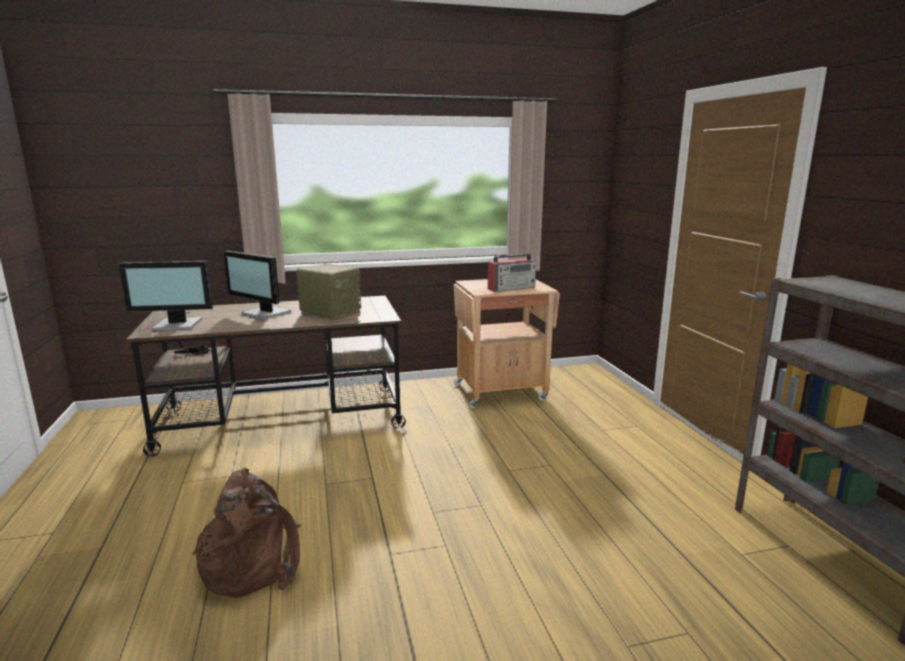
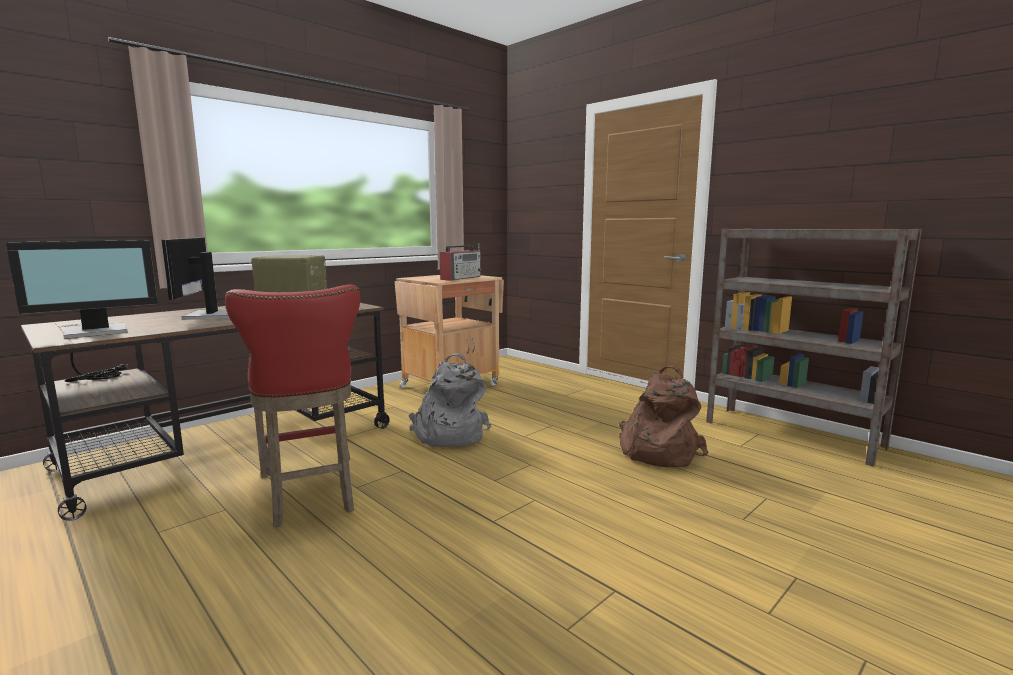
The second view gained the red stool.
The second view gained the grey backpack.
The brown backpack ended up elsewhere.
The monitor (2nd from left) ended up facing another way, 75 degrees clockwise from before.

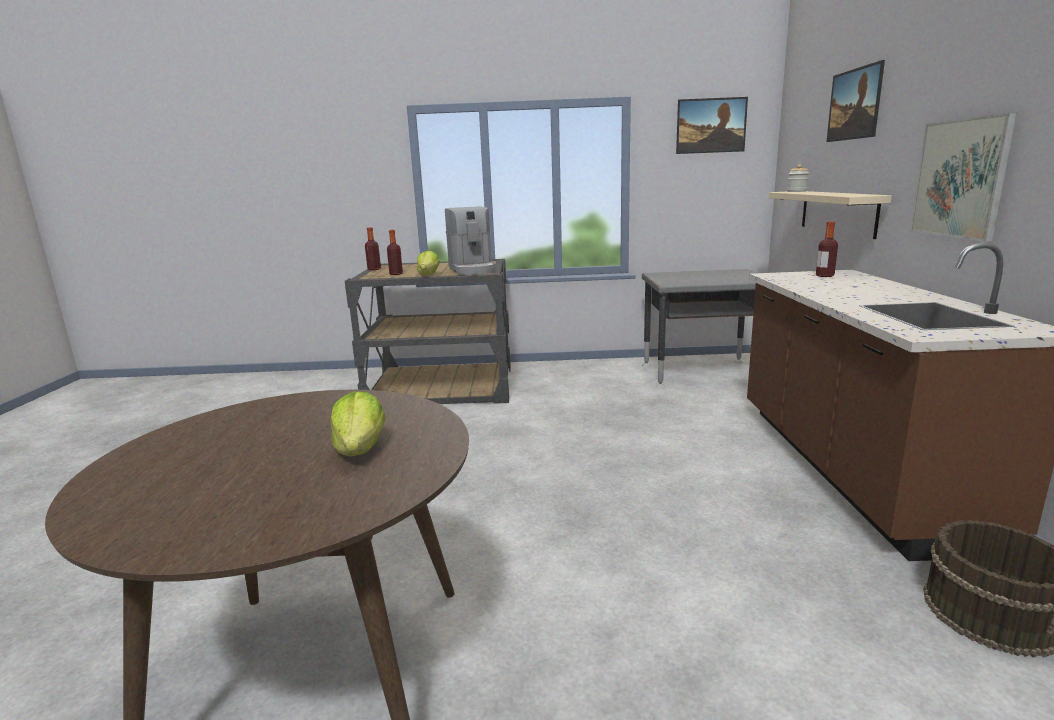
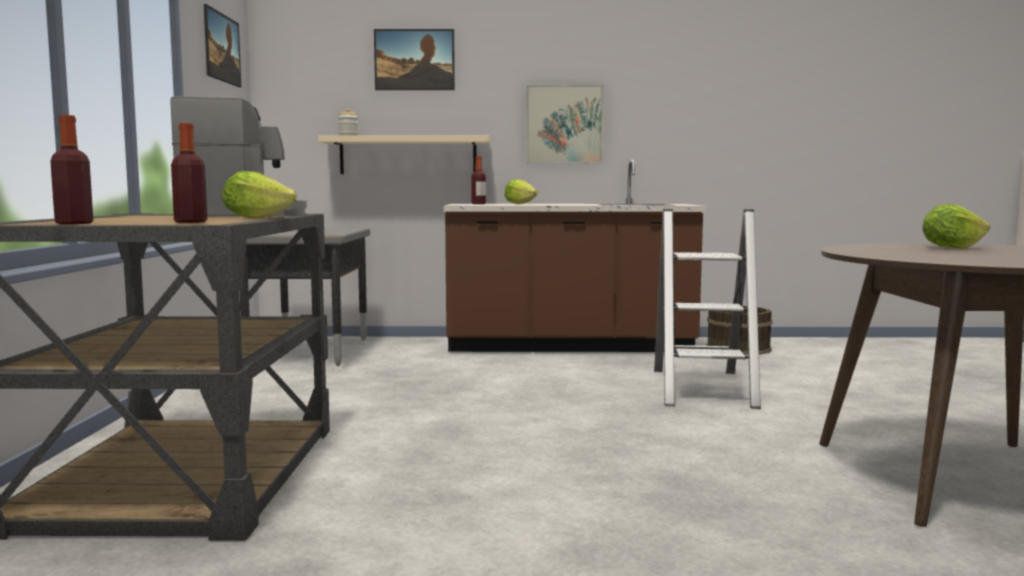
The second view gained the lettuce (2nd from left).
The second view gained the grey step ladder.

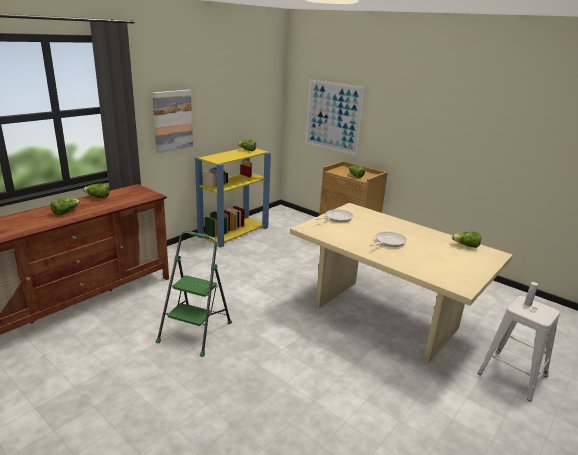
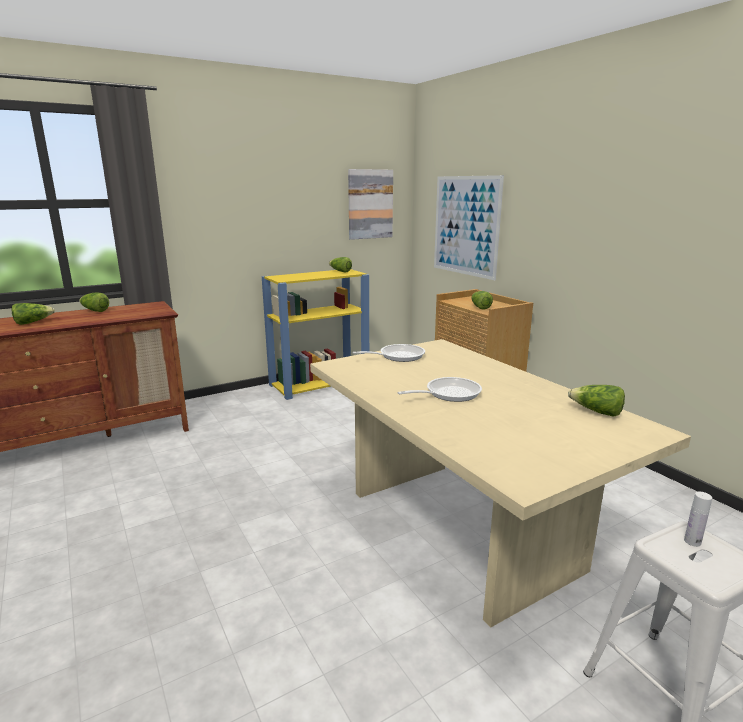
The second view lost the green step ladder.
The picture (1st from left) ended up elsewhere.

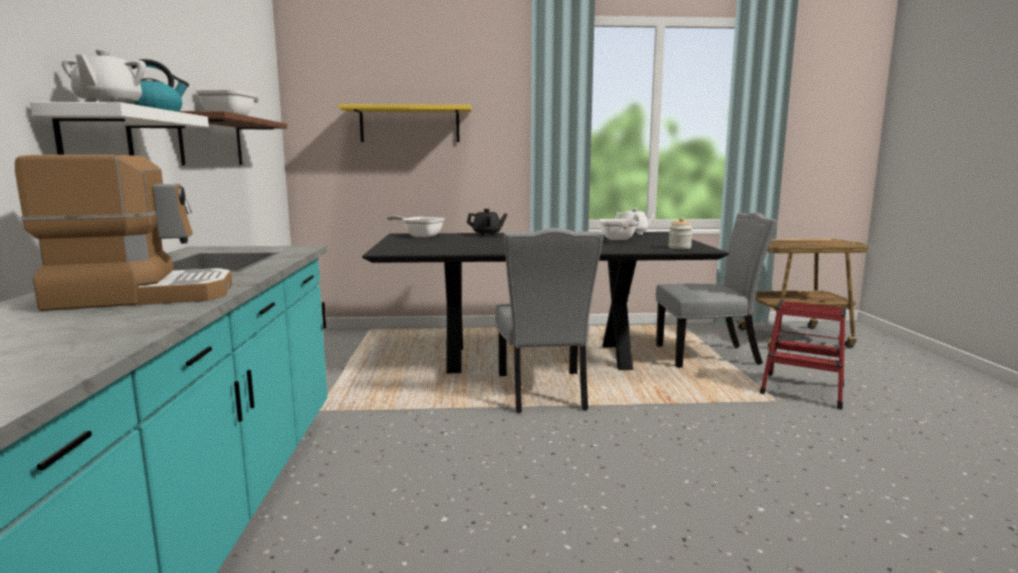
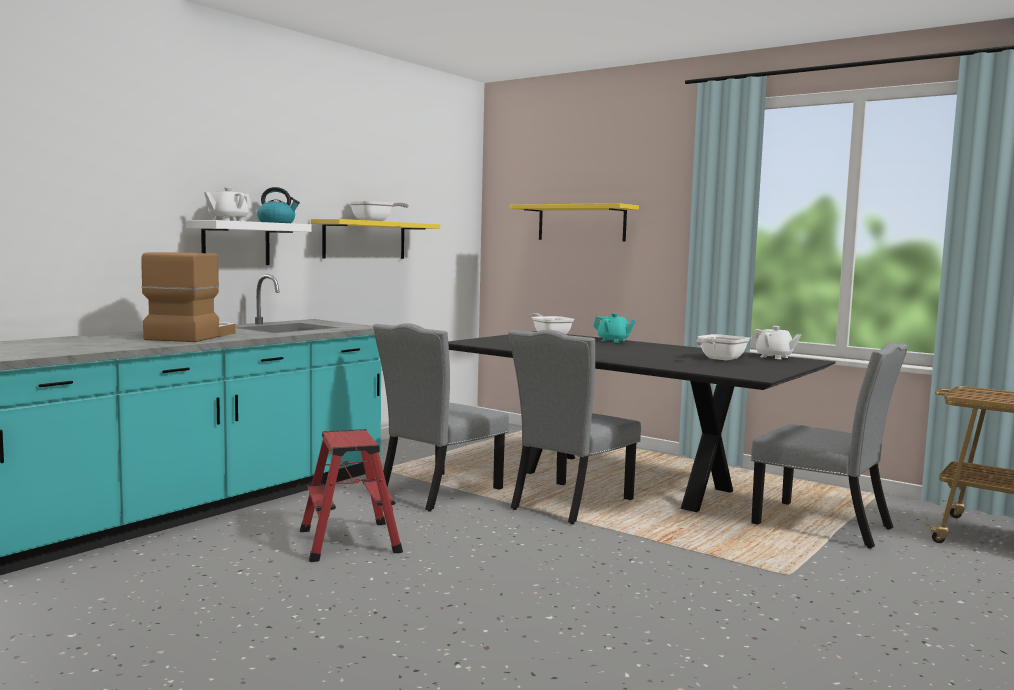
The second view lost the jar.
The second view gained the grey chair (1st from left).
The red step ladder ended up elsewhere.
What was the brown shelf turned into the yellow shelf (1st from left).
What was the black teapot turned into the turquoise teapot.
The coffee machine ended up facing another way, 105 degrees counterclockwise from before.

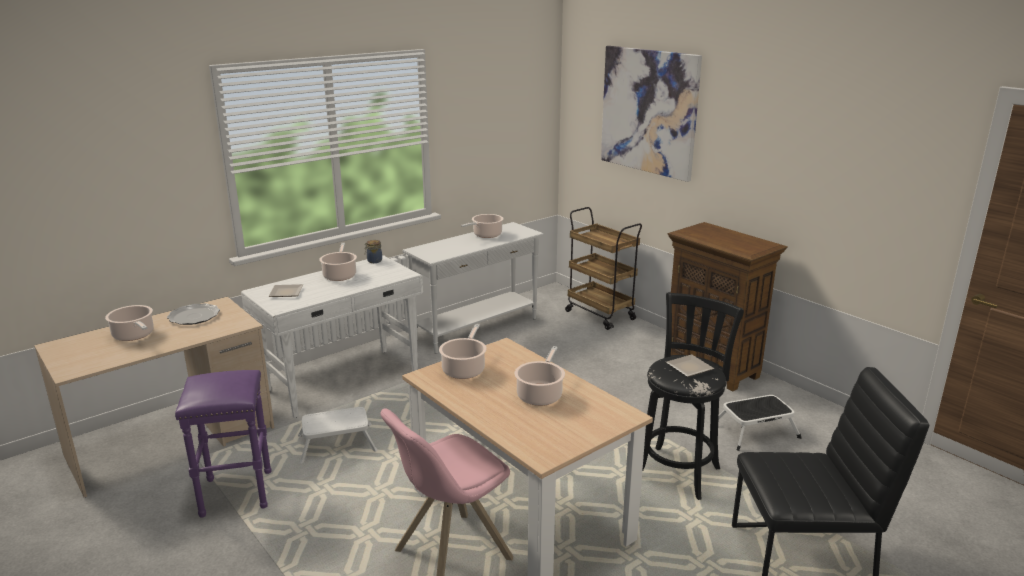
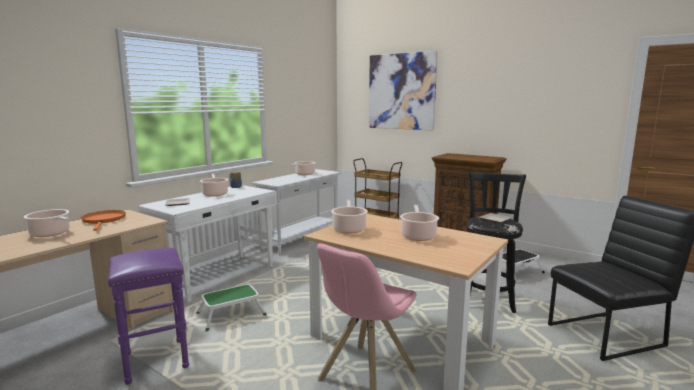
Where the plate (1st from left) stood, the orange frying pan came to stand.
What was the white step ladder turned into the green step ladder.

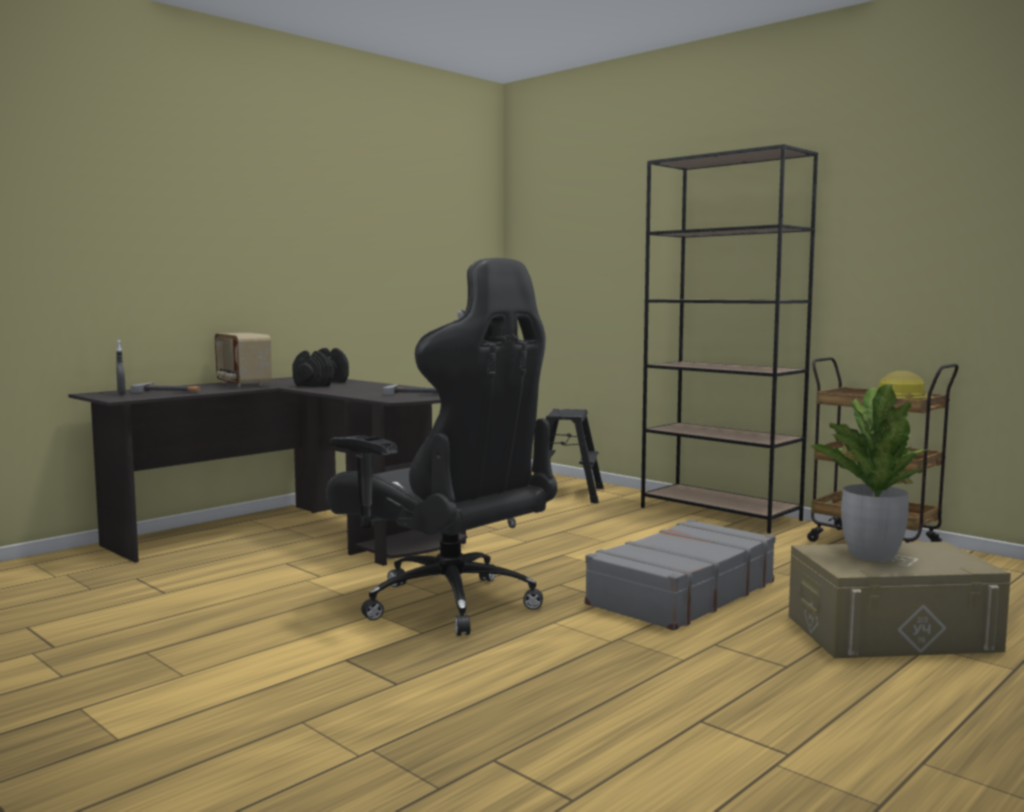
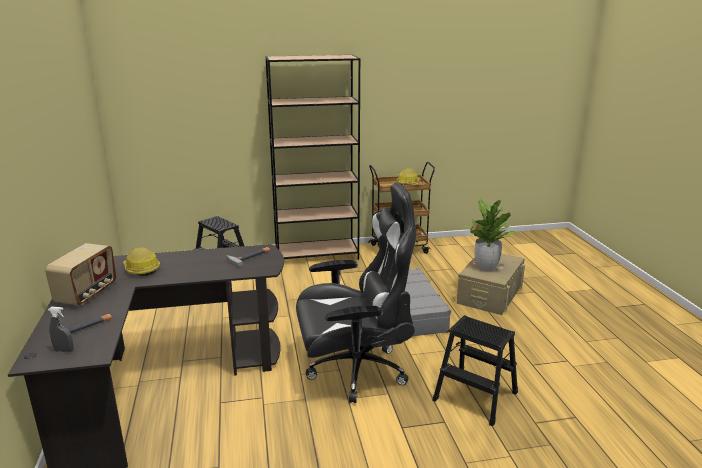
The second view gained the black step ladder (2nd from left).
Where the black dumbbell stood, the hard hat (1st from left) came to stand.
The radio ended up facing another way, 75 degrees counterclockwise from before.

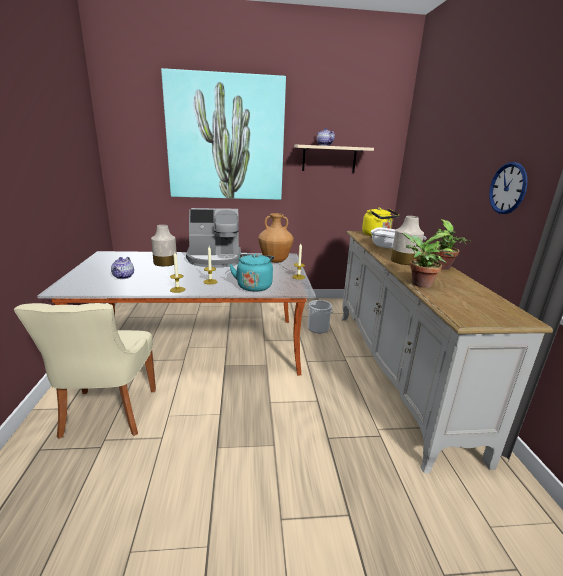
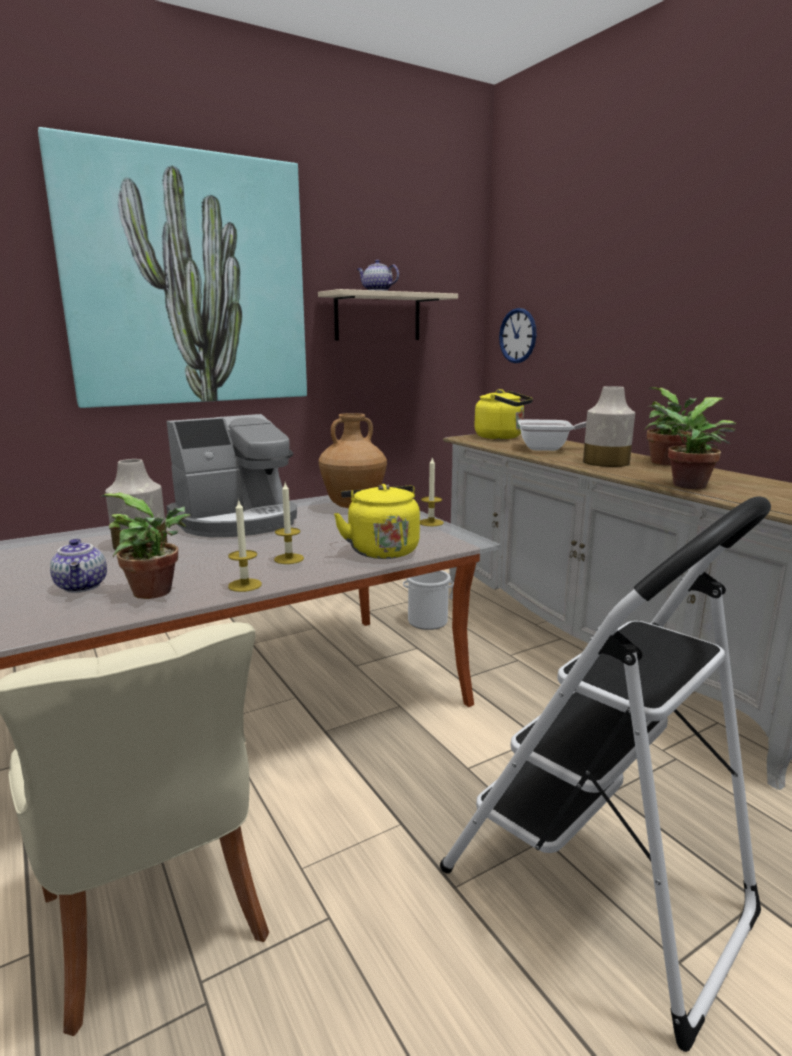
The second view gained the potted plant (1st from left).
The second view gained the step ladder.
The wall clock ended up elsewhere.
What was the turquoise kettle turned into the yellow kettle (1st from left).

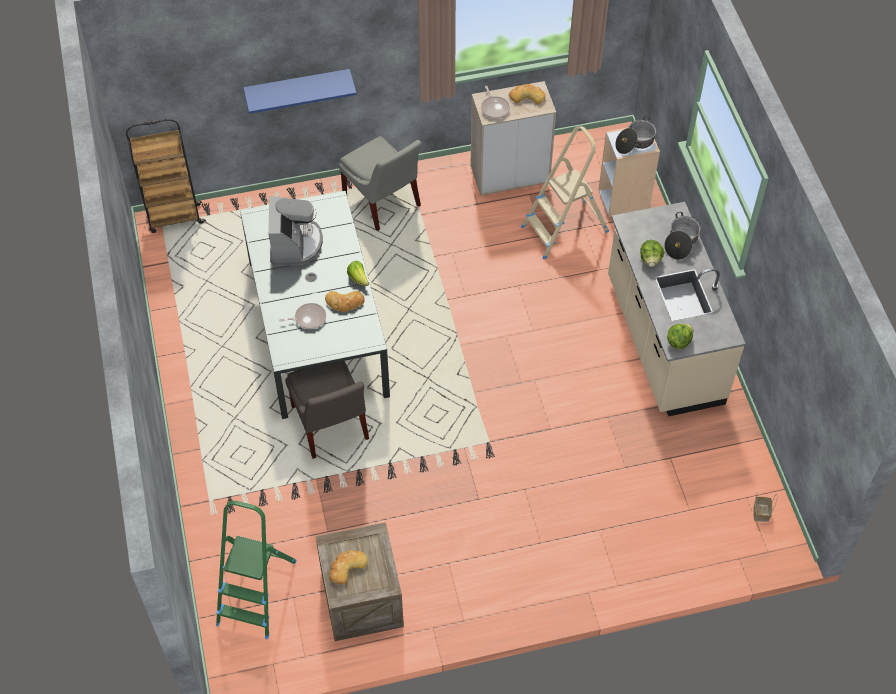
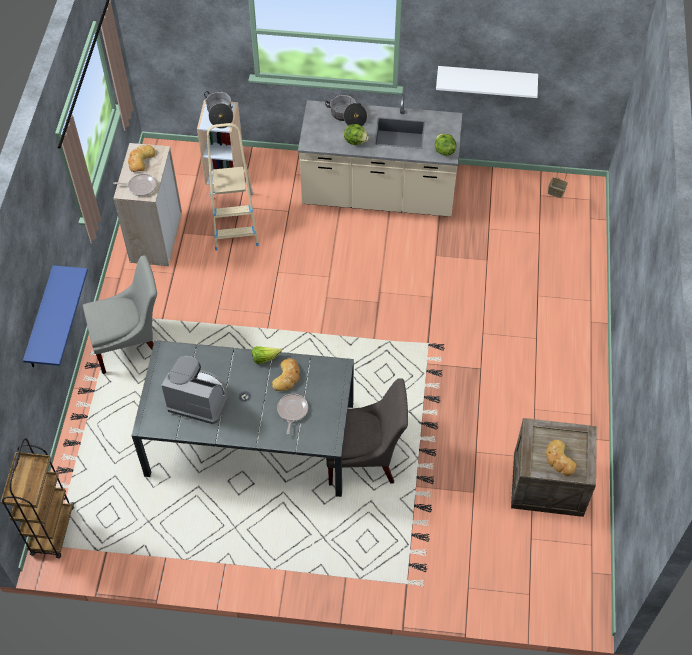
The second view lost the green step ladder.
The second view gained the white shelf.

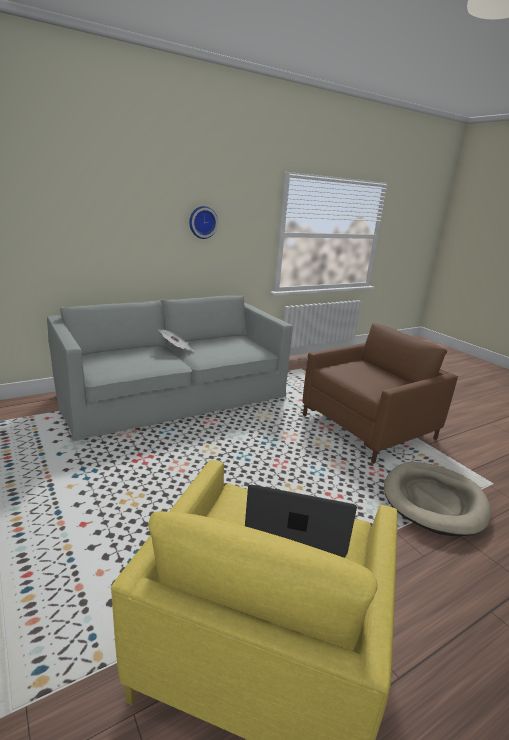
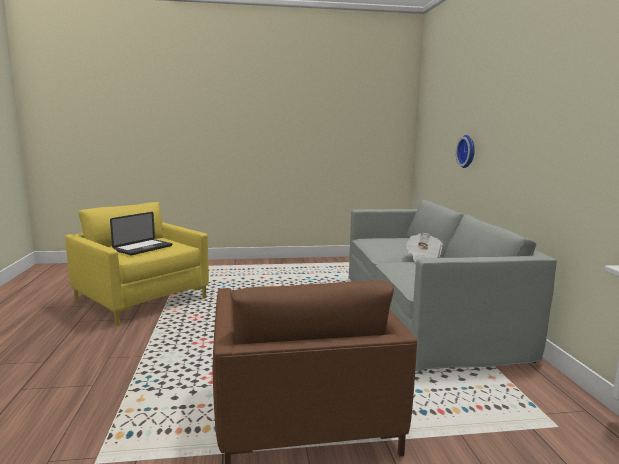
The second view lost the beige dog bed.
The wall clock ended up elsewhere.

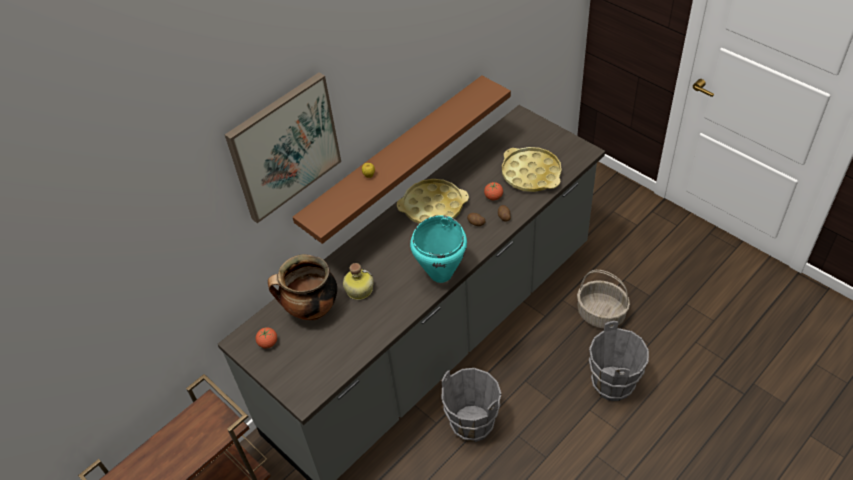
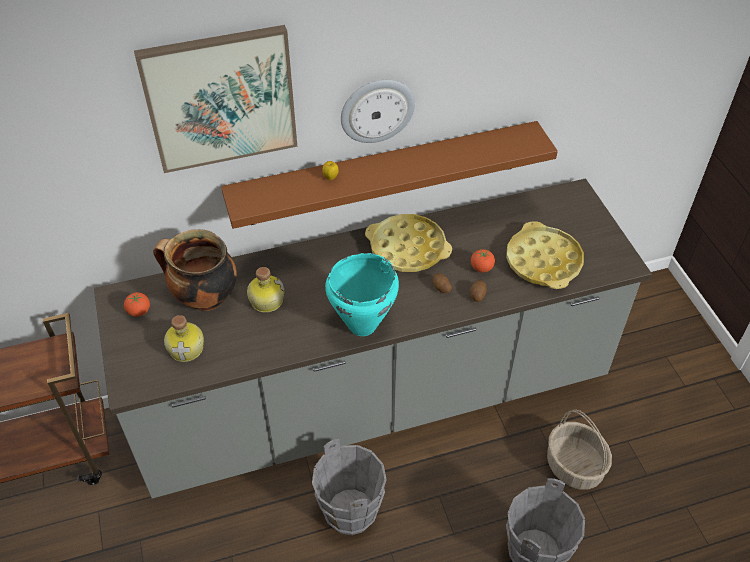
The second view gained the bottle (1st from left).
The second view gained the wall clock.

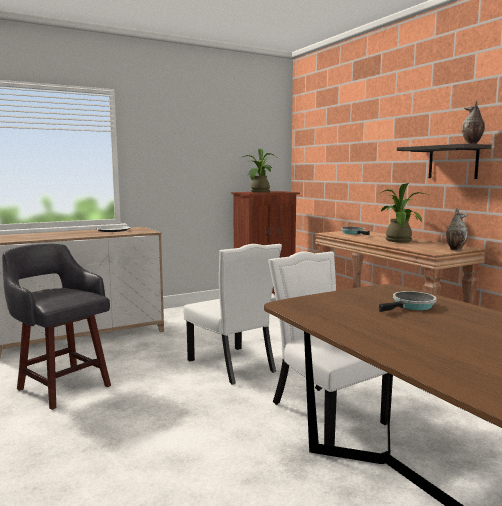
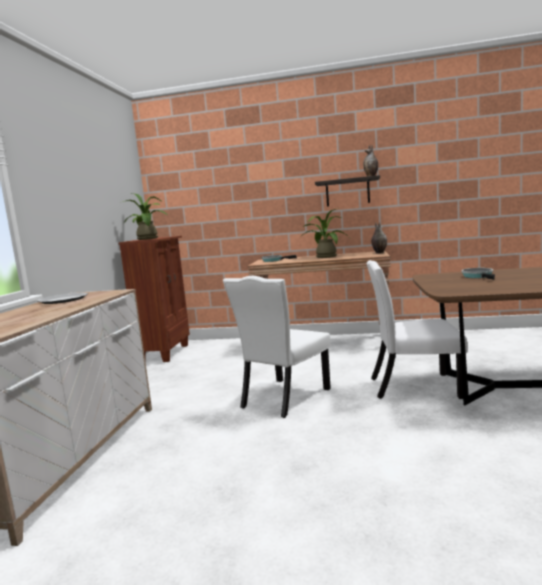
The second view lost the grey stool.
The white chair (1st from left) ended up facing another way, 120 degrees clockwise from before.

